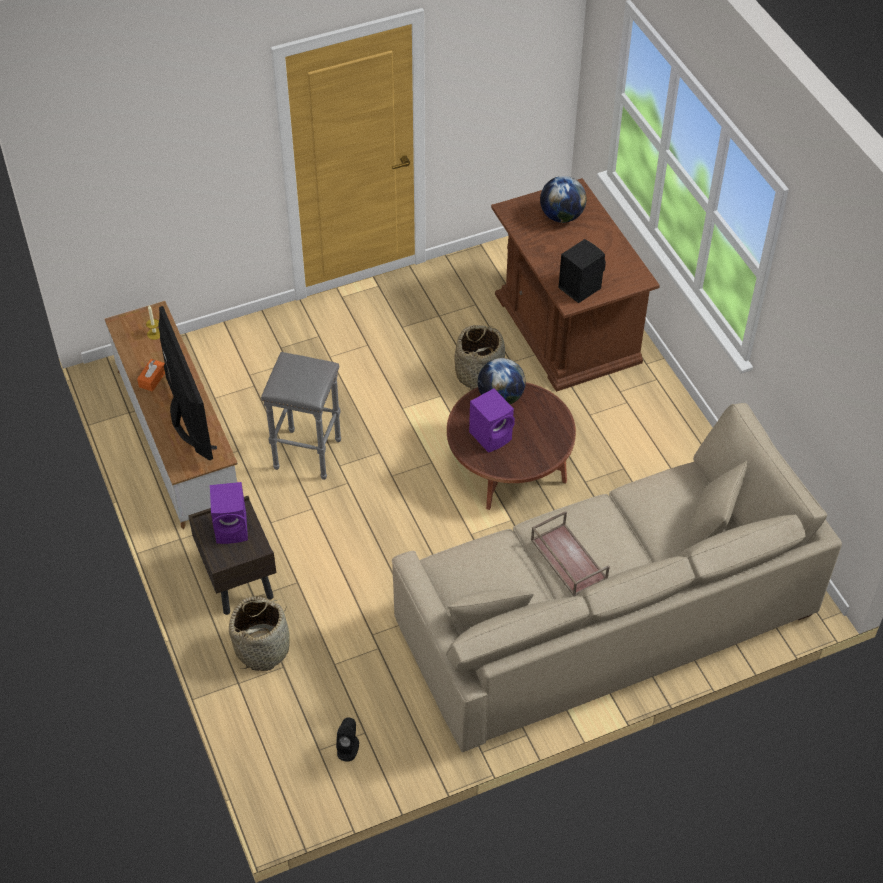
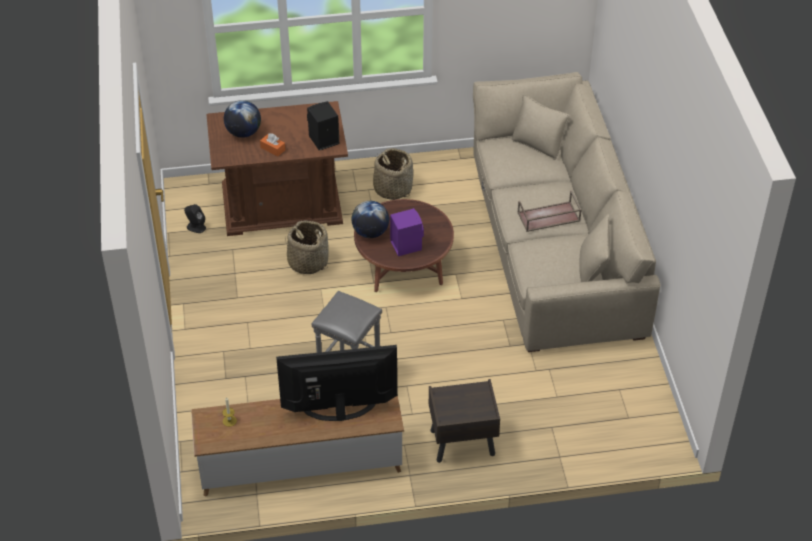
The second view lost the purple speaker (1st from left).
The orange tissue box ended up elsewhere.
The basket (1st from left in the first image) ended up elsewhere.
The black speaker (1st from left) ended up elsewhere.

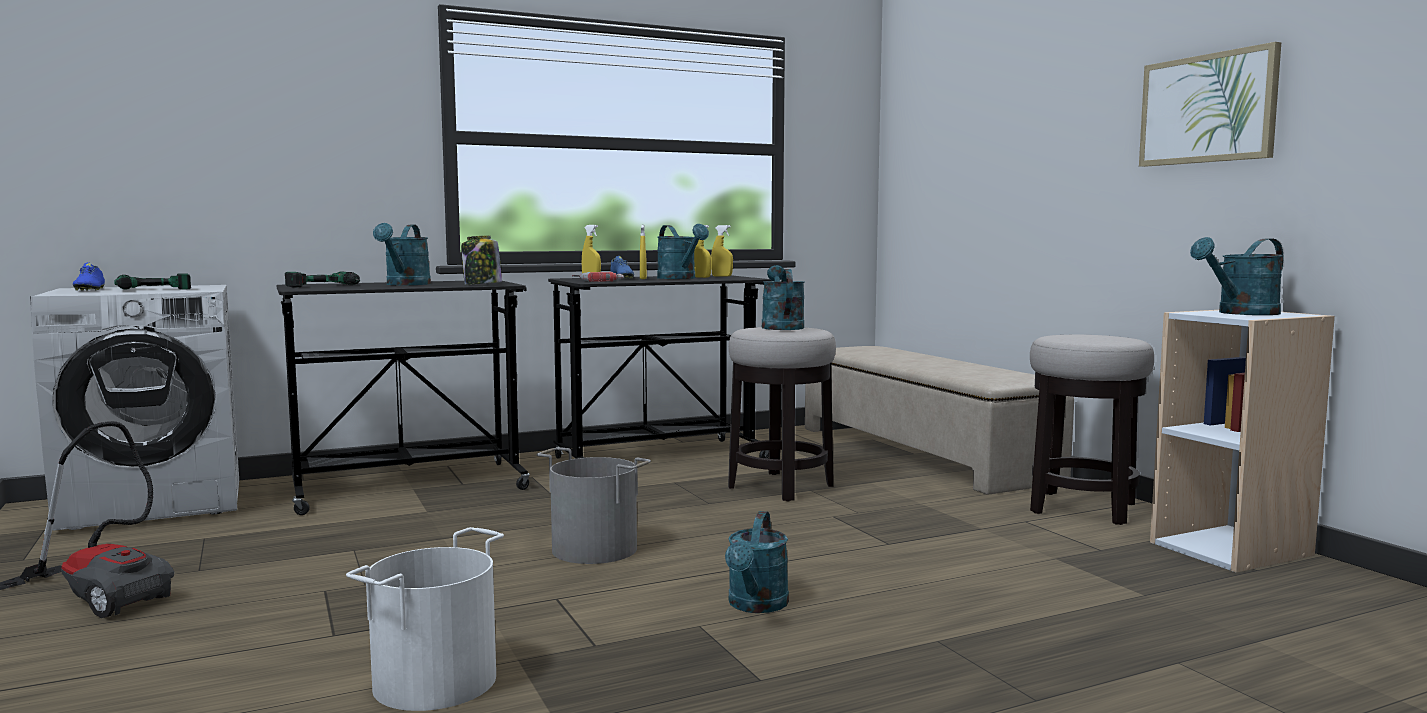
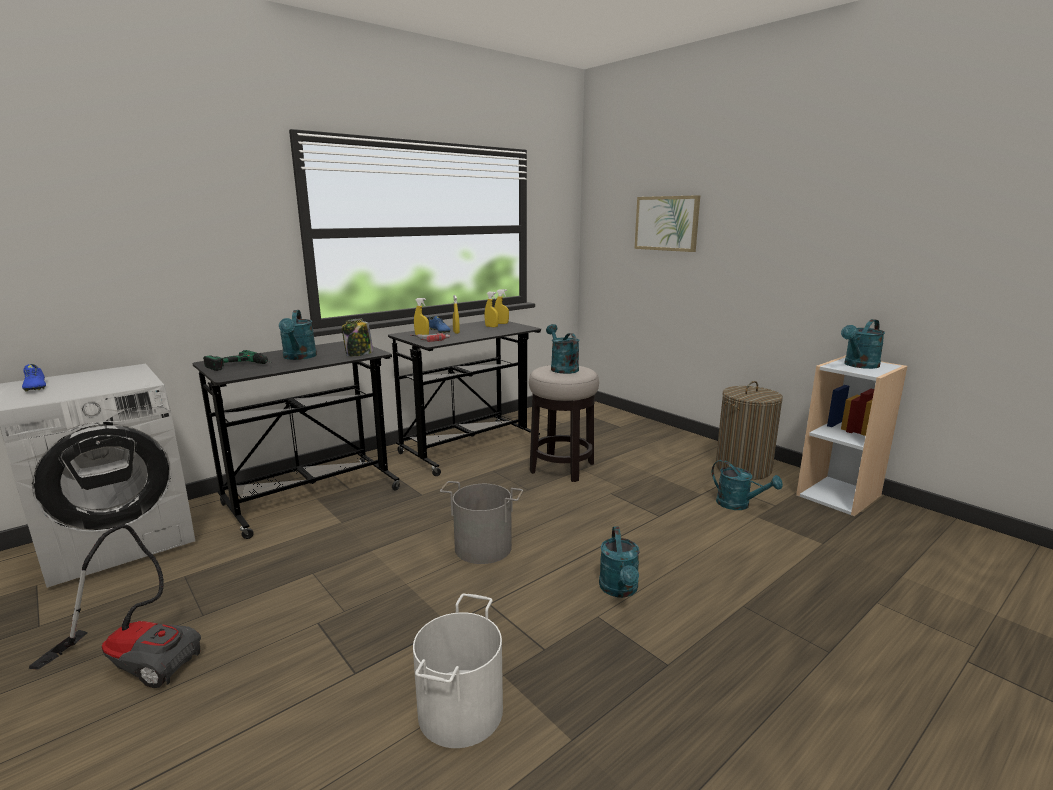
The second view lost the power drill (1st from left).
The second view lost the beige bench.
The turquoise watering can (2nd from left in the first image) ended up elsewhere.
The picture ended up elsewhere.
Where the stool (2nd from left) stood, the laundry basket came to stand.

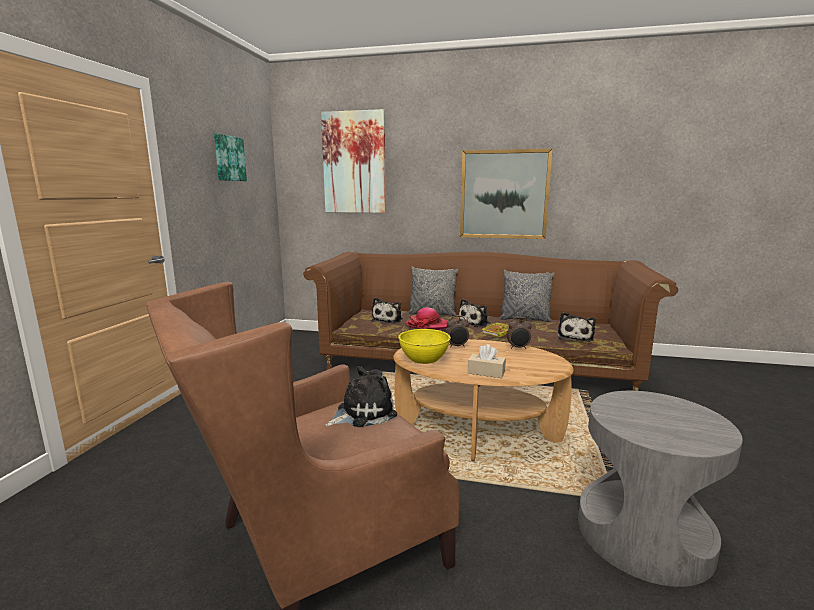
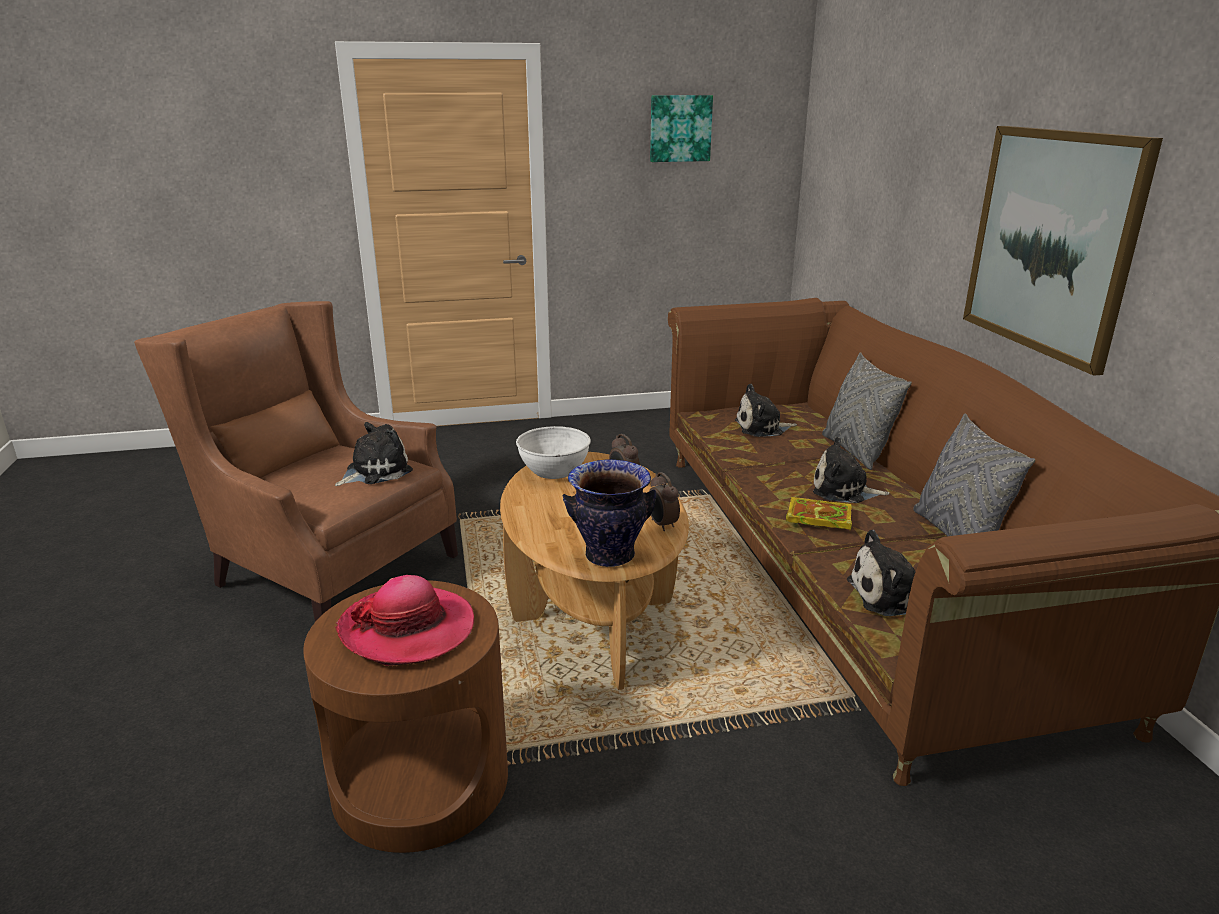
The second view lost the picture (2nd from left).
The second view lost the beige tissue box.
The second view gained the vase.
The hat ended up elsewhere.
What was the yellow bowl turned into the white bowl.
What was the grey side table turned into the brown side table.
The plush toy (1st from left) ended up facing another way, 75 degrees counterclockwise from before.

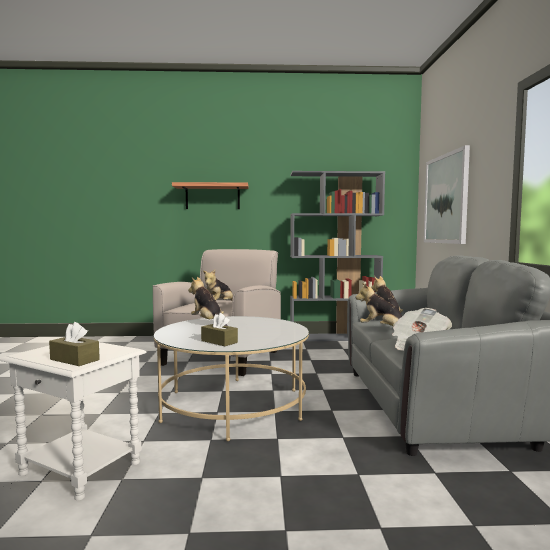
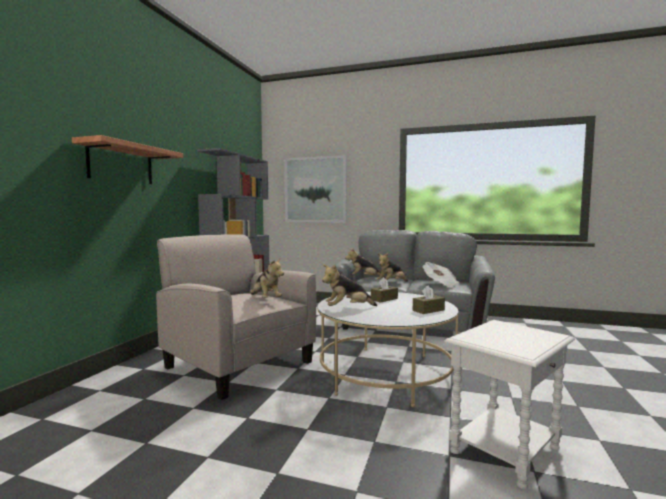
The brown tissue box (1st from left) ended up elsewhere.

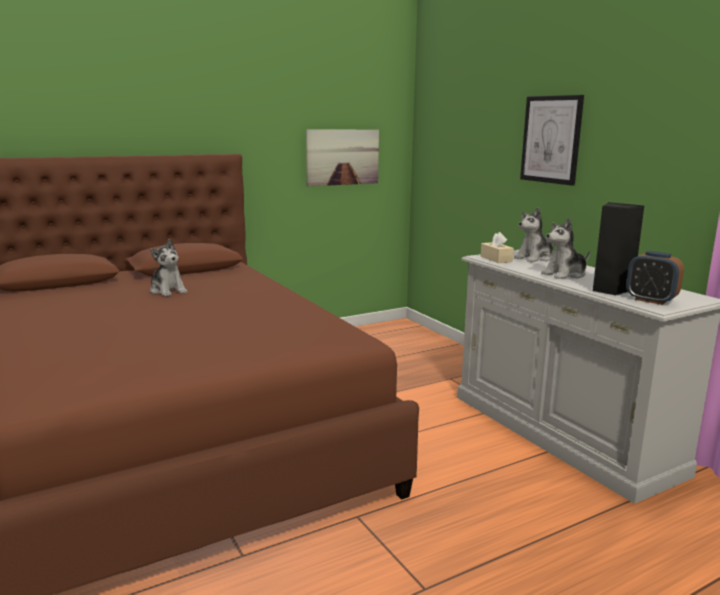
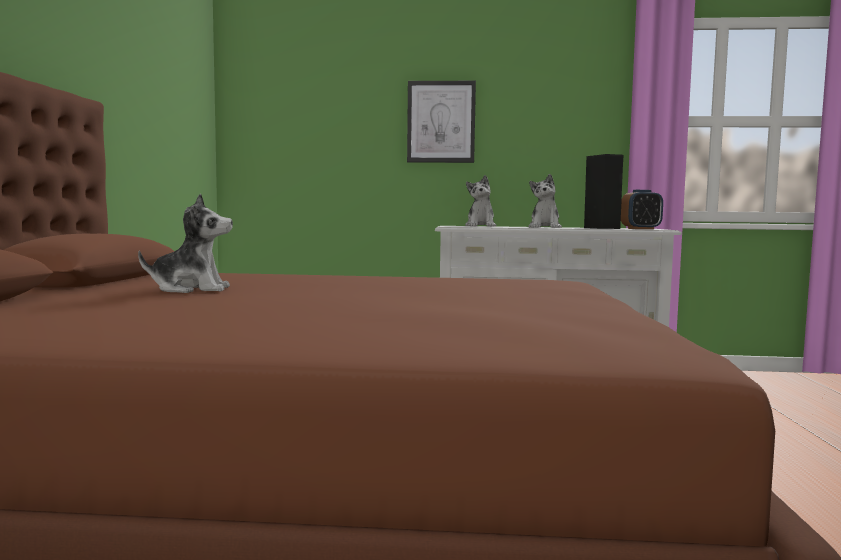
The second view lost the picture (1st from left).
The second view lost the beige tissue box.

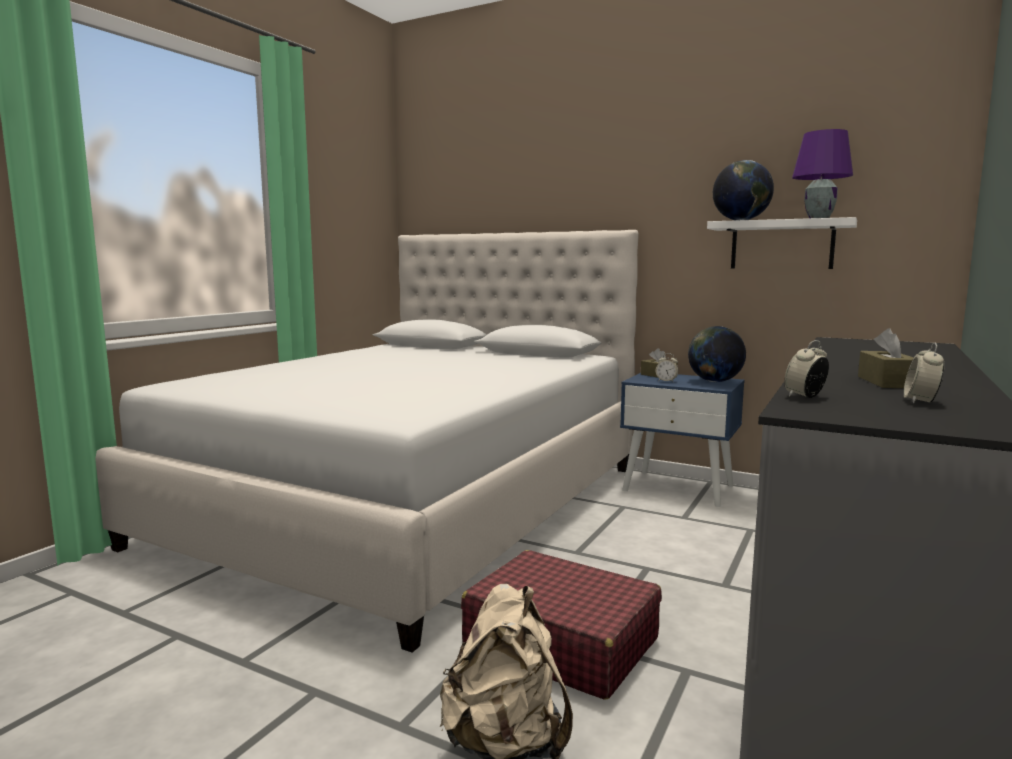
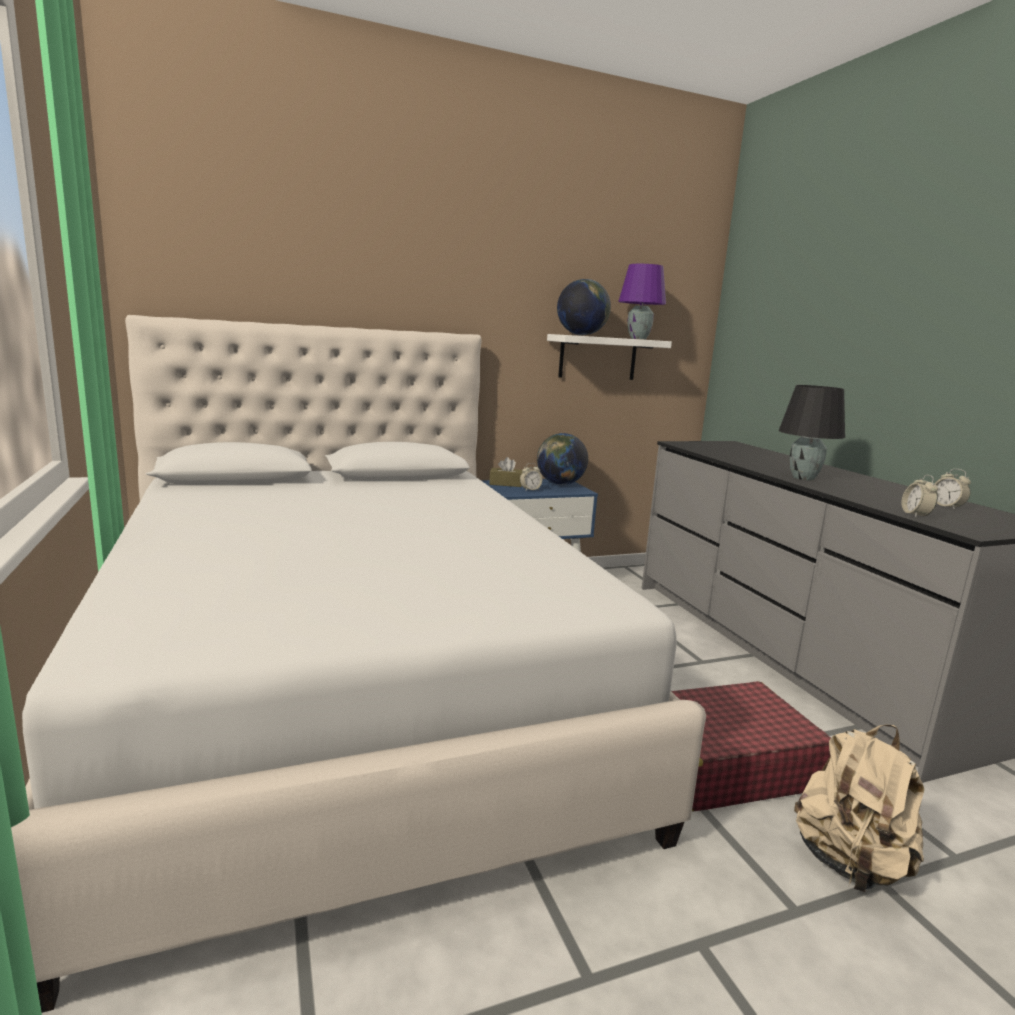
The second view lost the brown tissue box (2nd from left).
The second view gained the black table lamp.

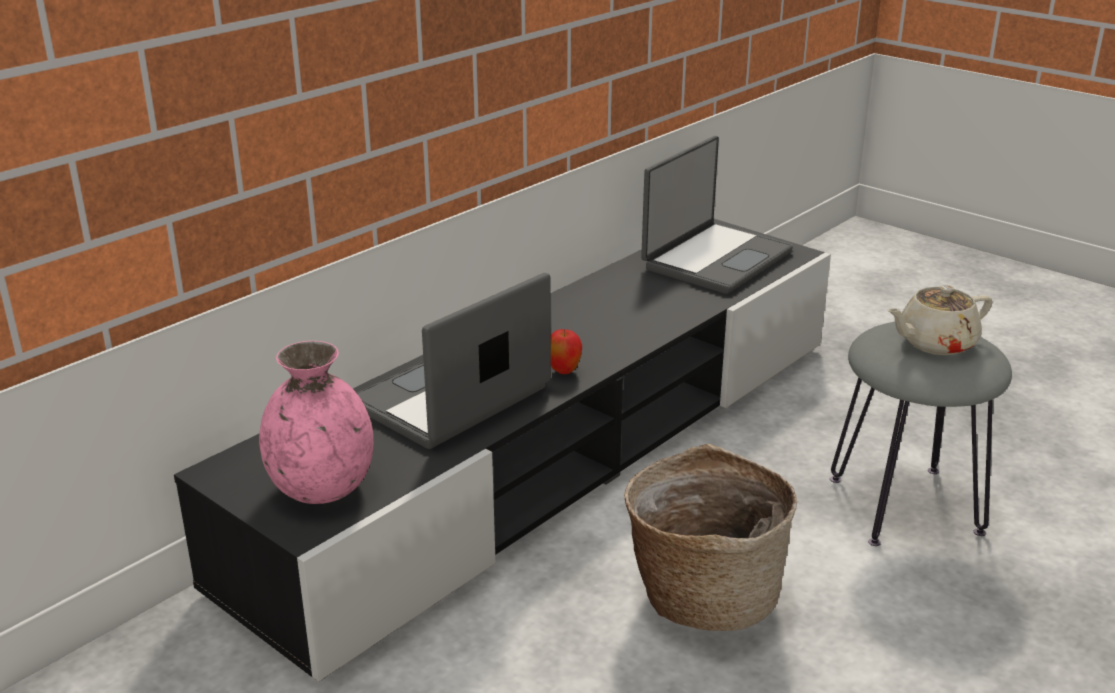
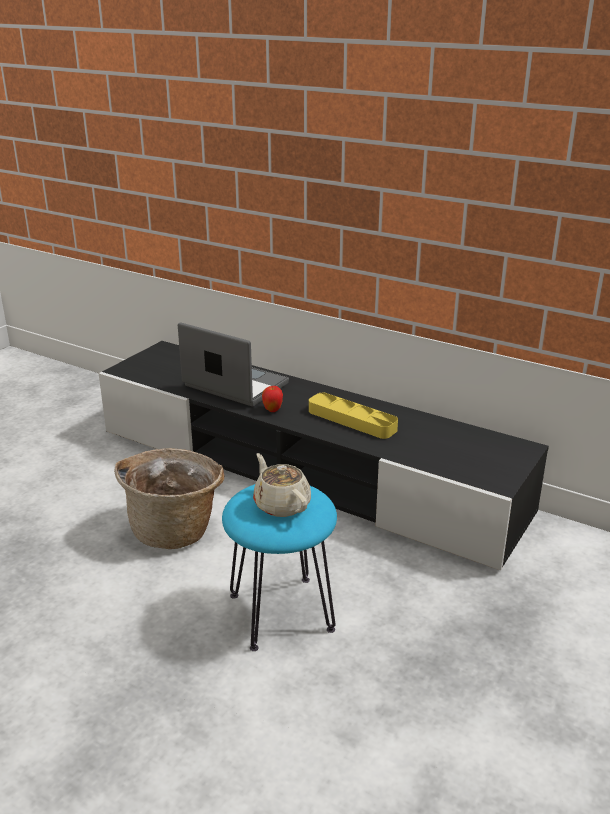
The second view lost the pink vase.
The second view lost the laptop (2nd from left).
The second view gained the yellow tray.
What was the grey stool turned into the turquoise stool.

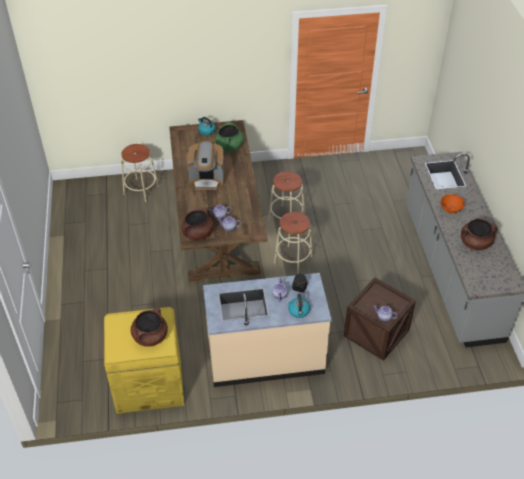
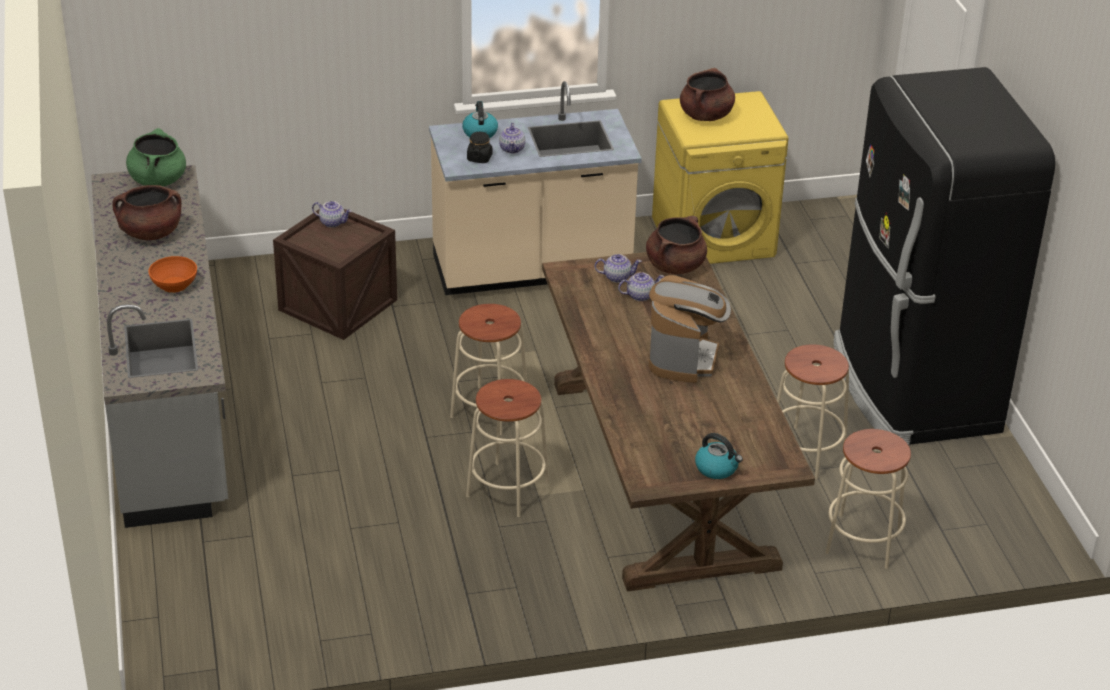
The second view gained the beige stool (3rd from left).
The second view gained the black fridge.
The green cooking pot ended up elsewhere.
The coffee machine ended up facing another way, 105 degrees clockwise from before.

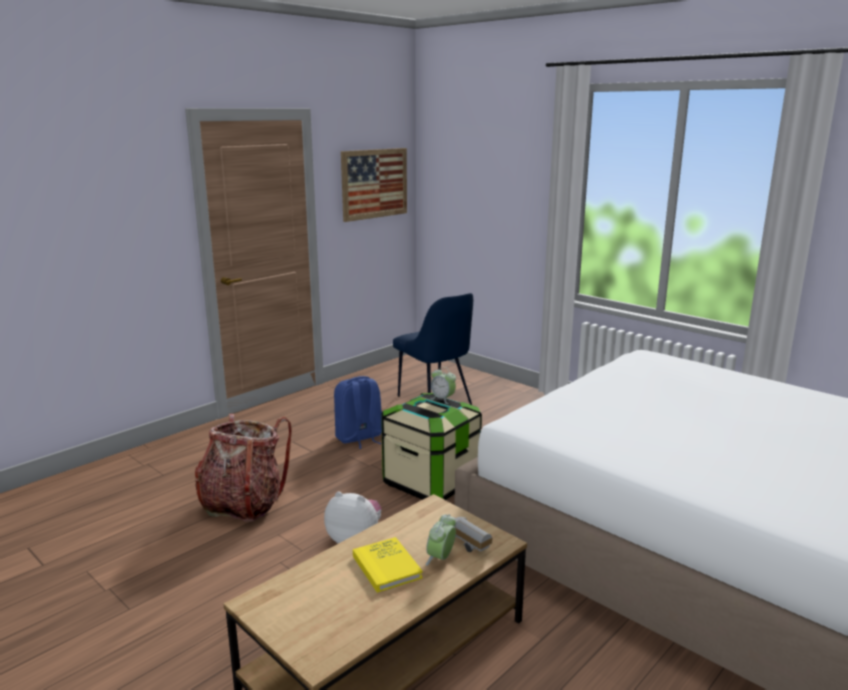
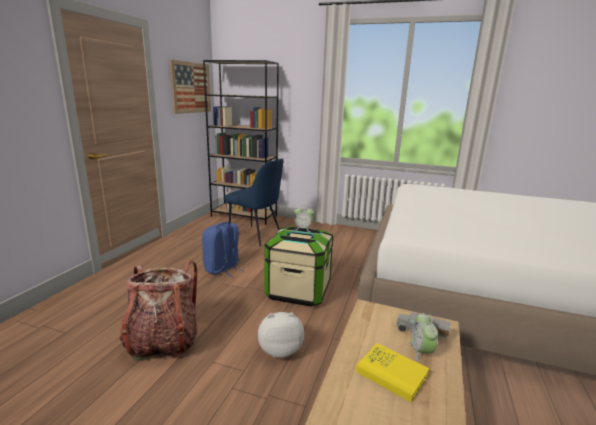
The second view gained the beige bookcase.

